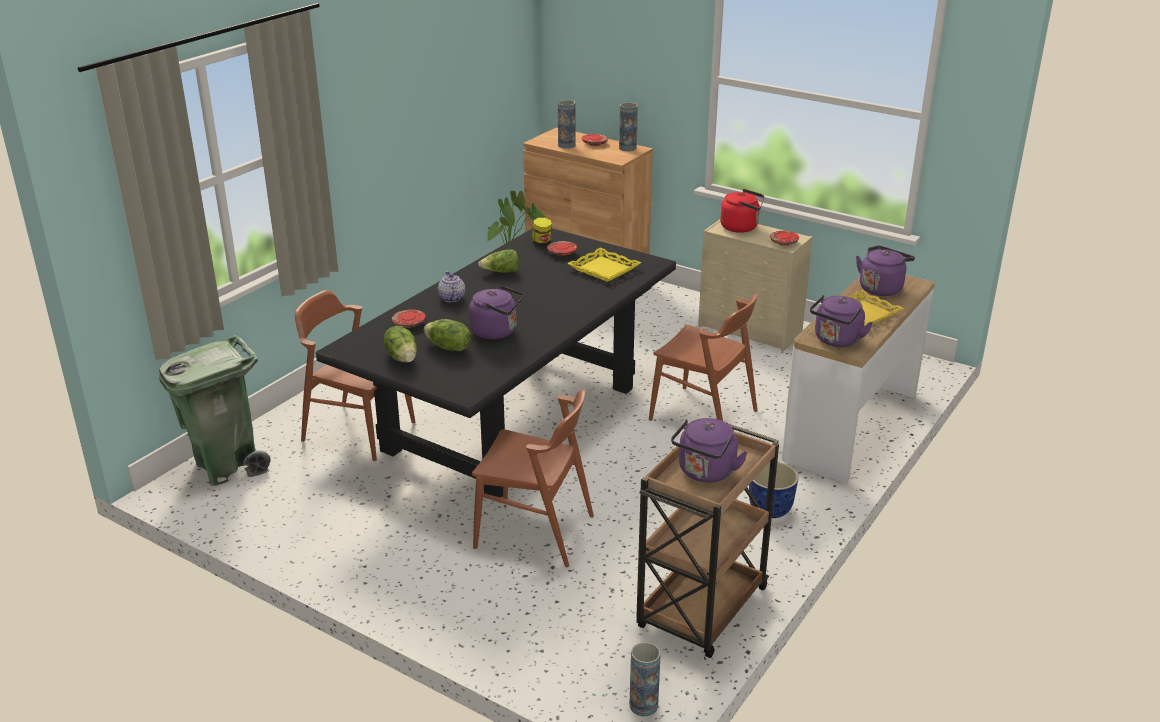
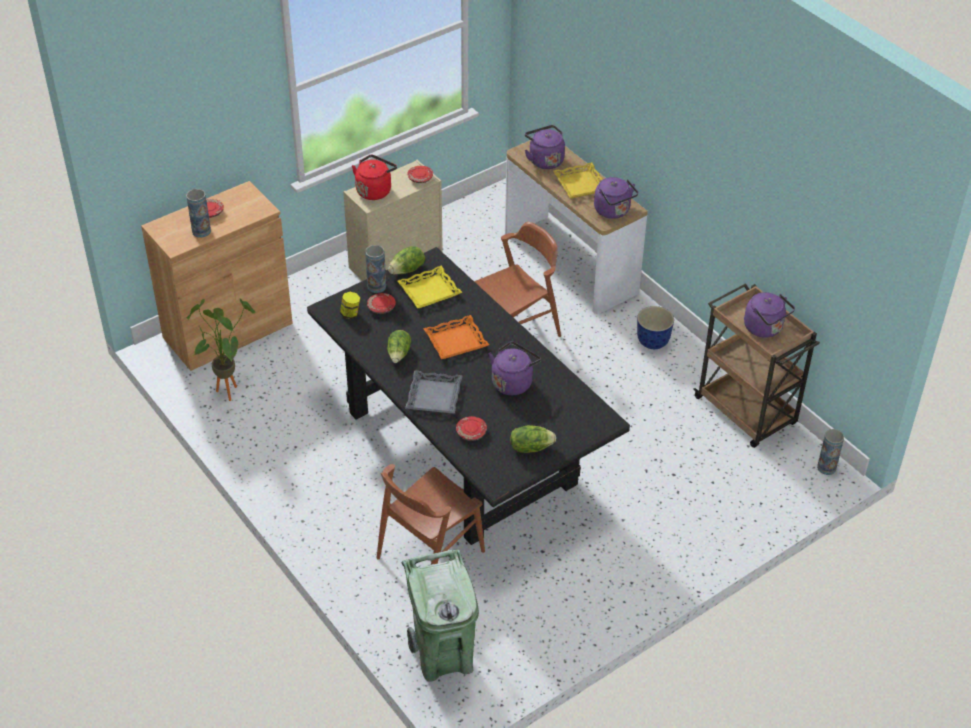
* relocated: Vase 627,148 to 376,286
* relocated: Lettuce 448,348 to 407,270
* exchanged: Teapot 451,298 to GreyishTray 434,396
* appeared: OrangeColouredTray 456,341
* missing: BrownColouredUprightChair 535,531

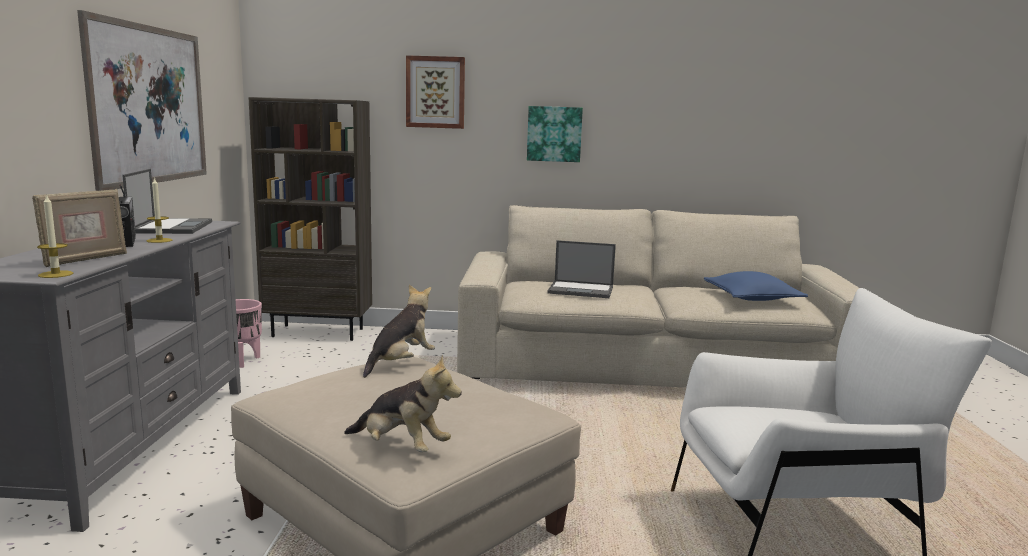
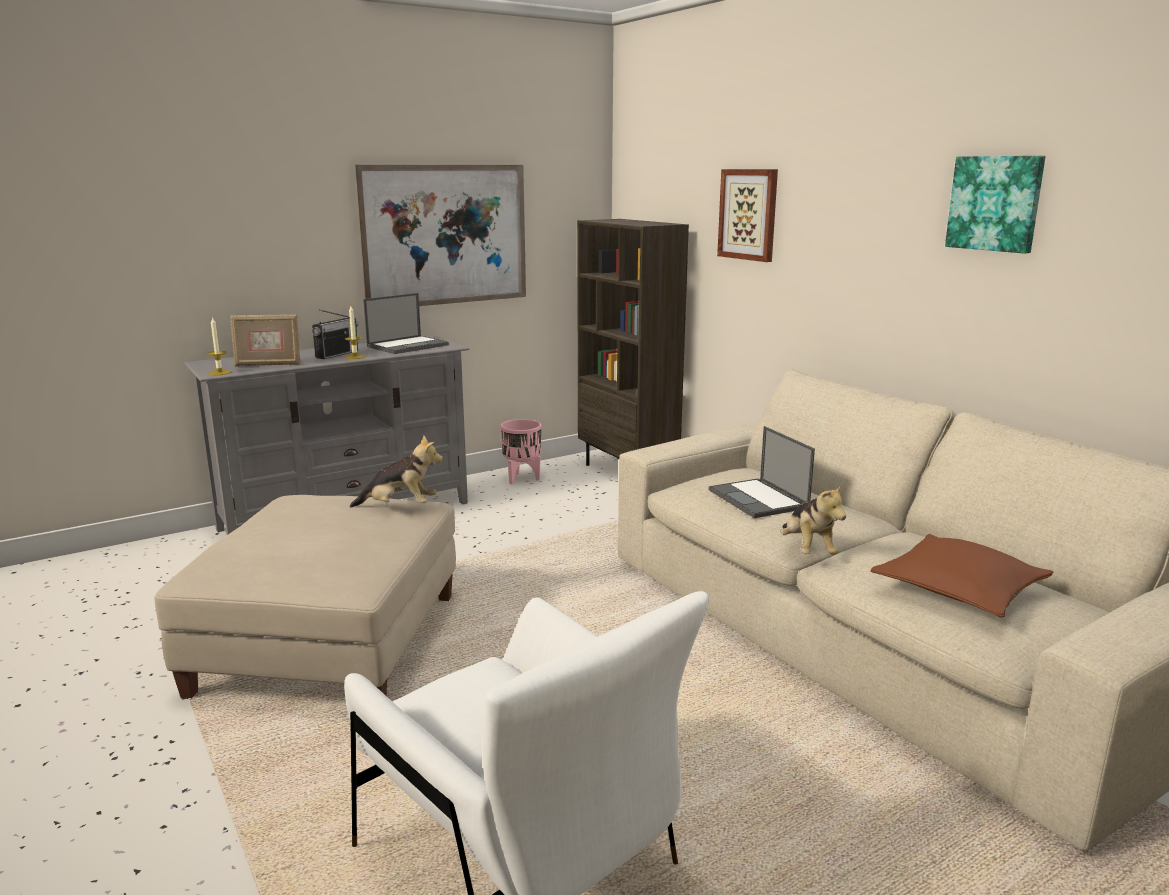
* relocated: SoftToy 401,447 to 807,549
* colour: BluePillow 752,298 to BrownColouredPillow 959,590
* relocated: Picture 554,134 to 995,203

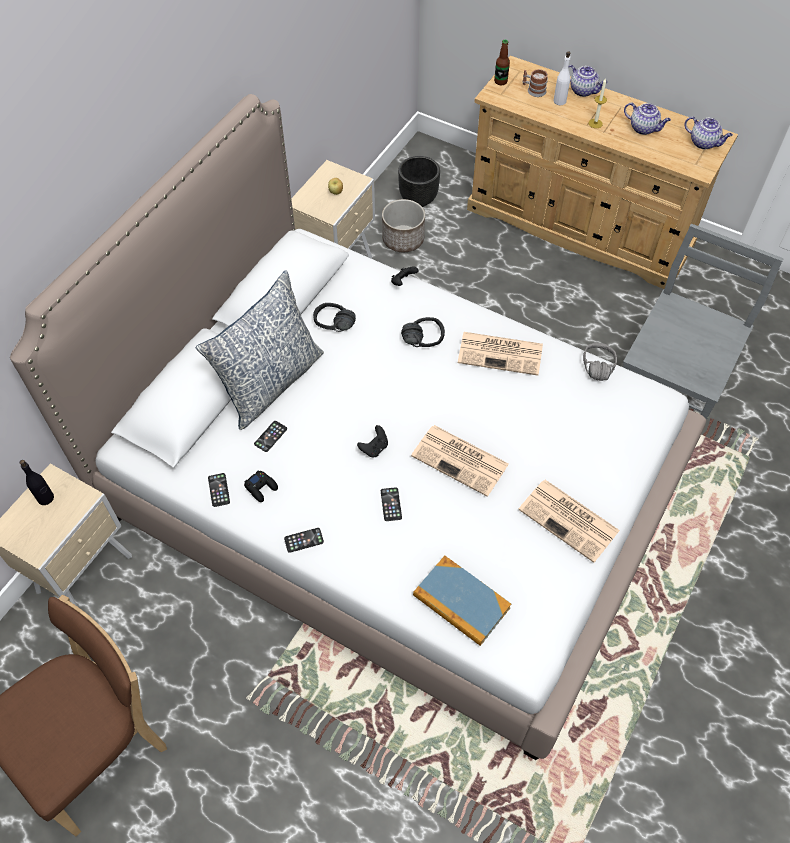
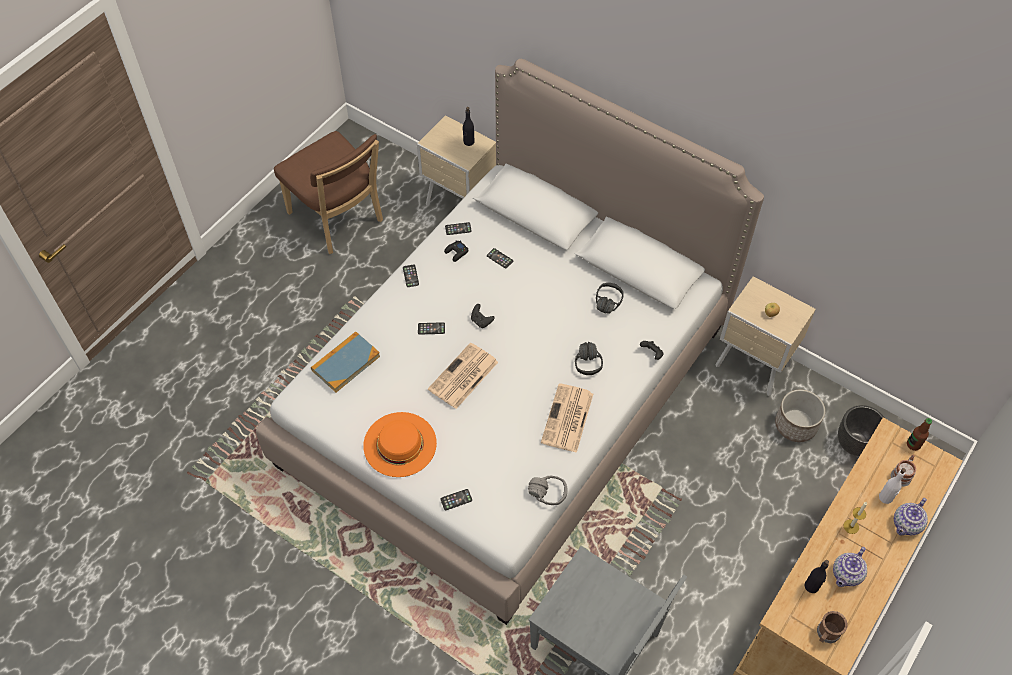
* exchanged: DailyPaper 570,520 to OrangeColouredClothingHat 399,444
* appeared: Handset 456,499
* appeared: BlackishDrinkBottle 812,586
* exchanged: Teapot 704,143 to BrownColouredCoffeeMug 826,634
* missing: Pillow 270,382

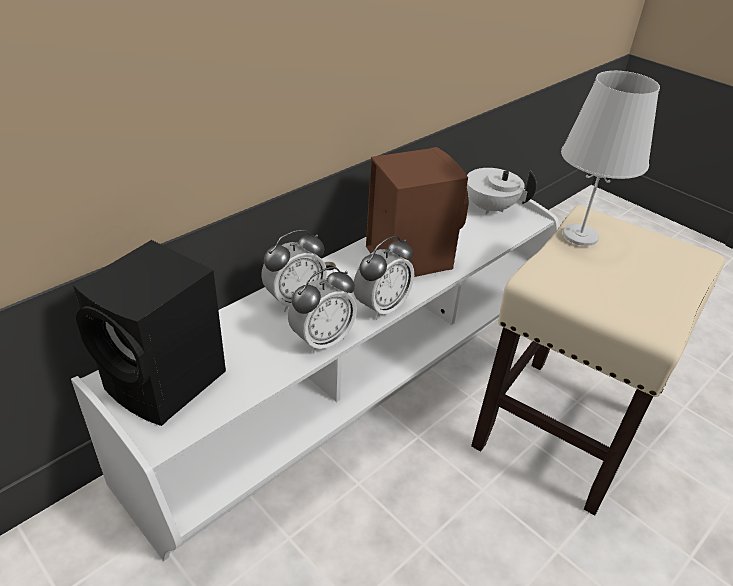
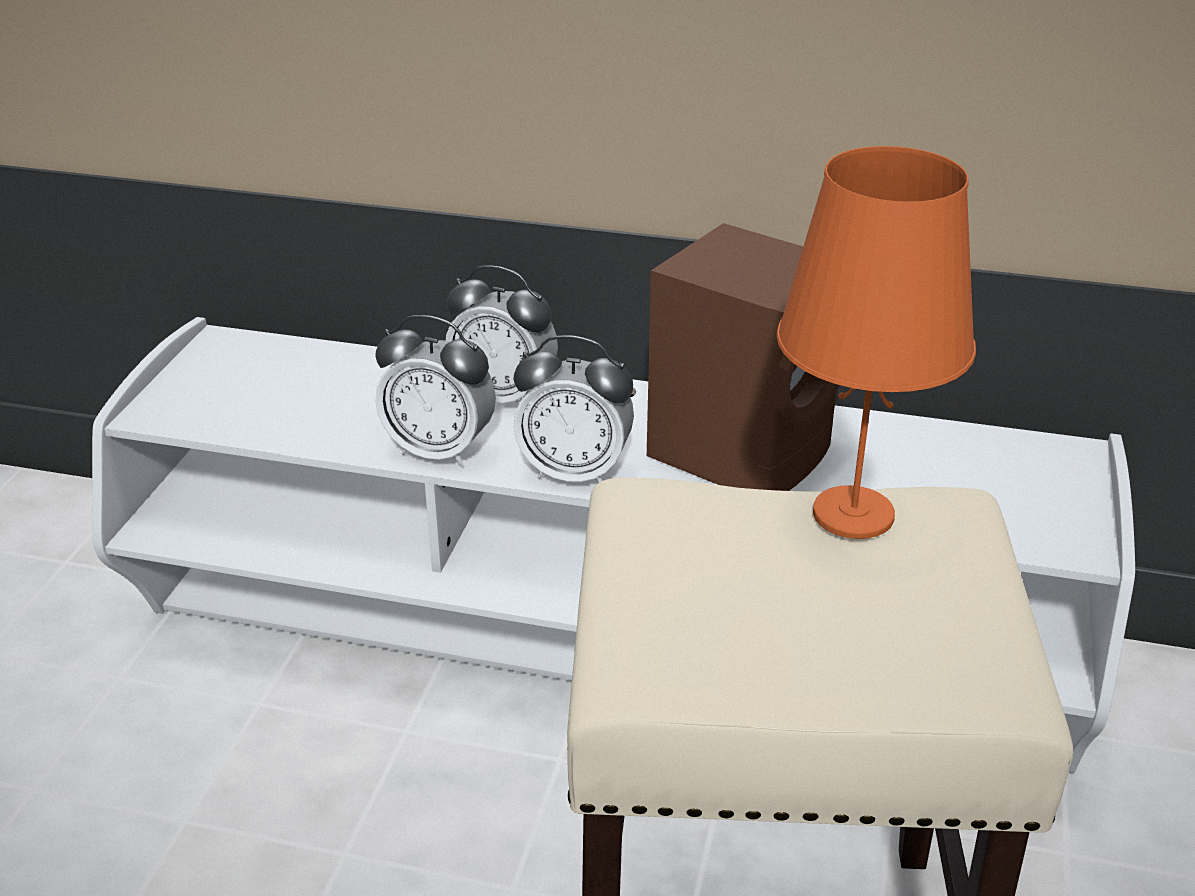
* colour: WhiteTableLamp 581,236 to OrangeColouredTableLamp 853,515
* missing: BlackishLoudspeaker 167,383
* missing: WhiteTeapot 489,207

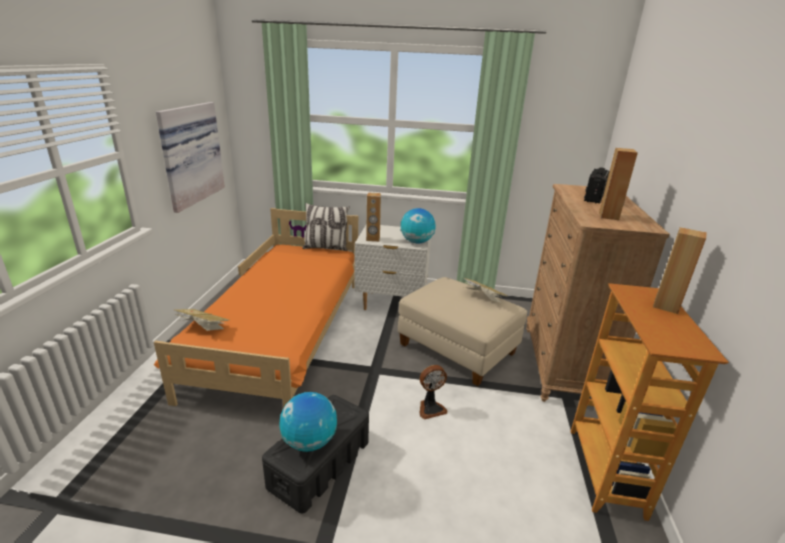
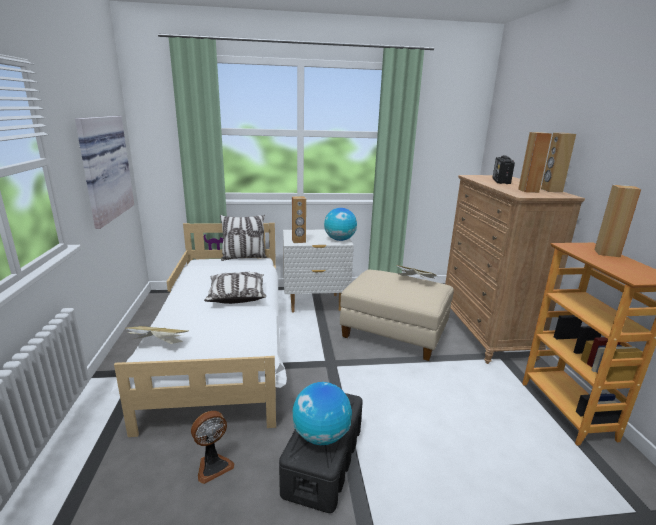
* colour: OrangeColouredBed 283,334 to WhiteBed 224,346
* relocated: Fan 430,408 to 213,465
* appeared: Pillow 236,296
* appeared: BrownColouredLoudspeaker 551,190

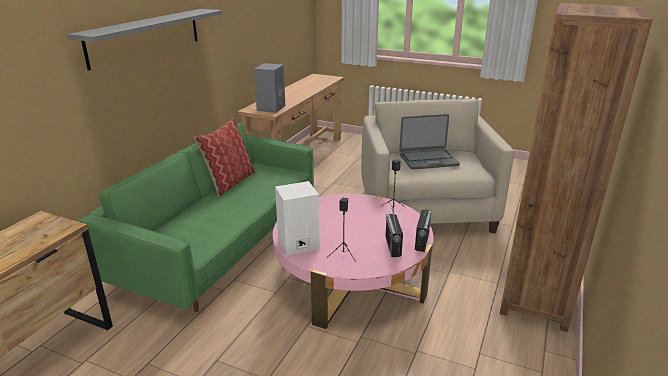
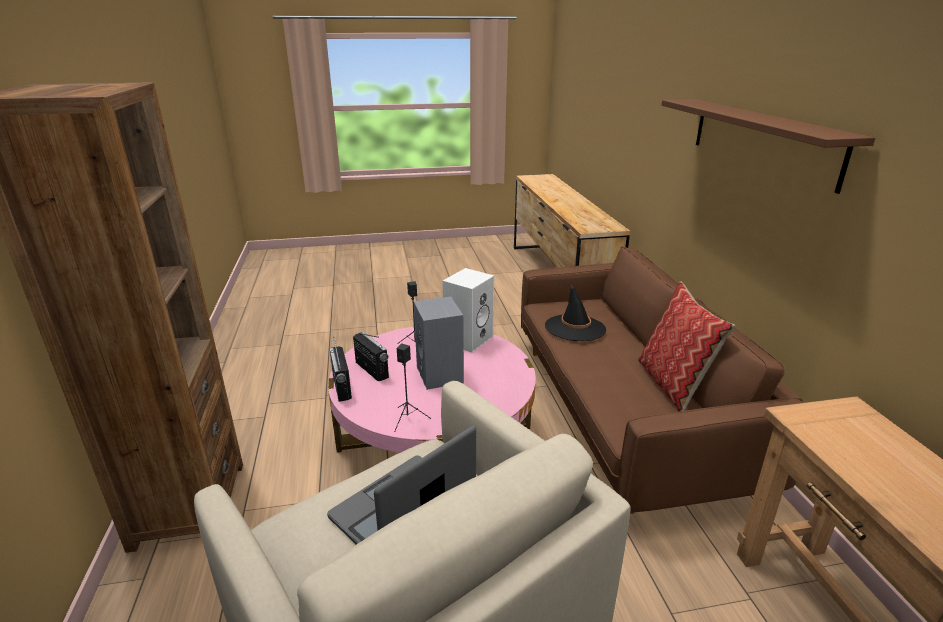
* relocated: GreyishLoudspeaker 271,108 to 441,375
* colour: GreenColouredSofa 220,244 to BrownColouredSofa 624,411
* appeared: BlackishClothingHat 575,328
* colour: GreyishBracketShelf 146,36 to BrownColouredBracketShelf 761,140

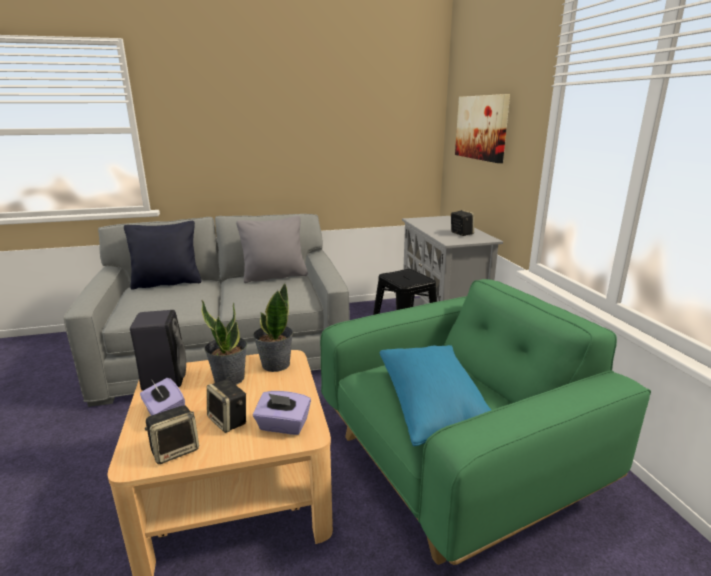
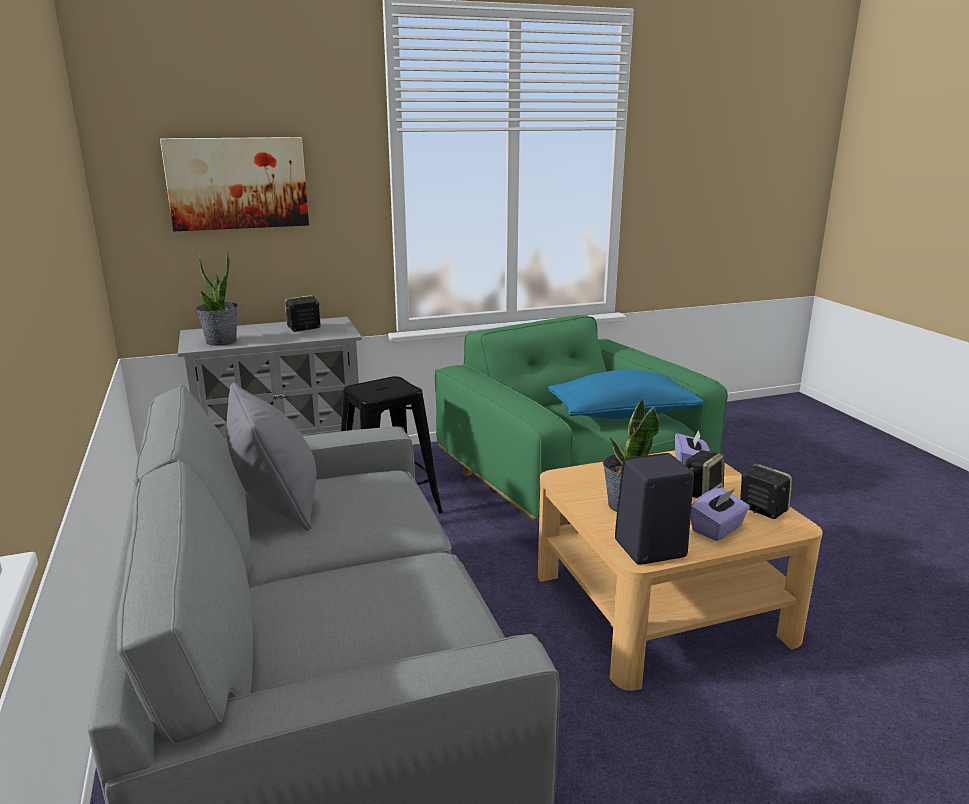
* relocated: Houseplant 275,364 to 221,341
* missing: BlackishPillow 167,283

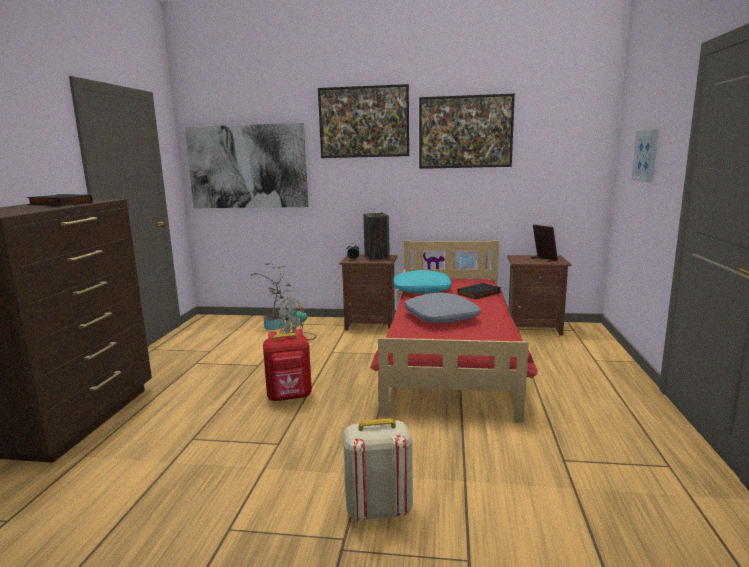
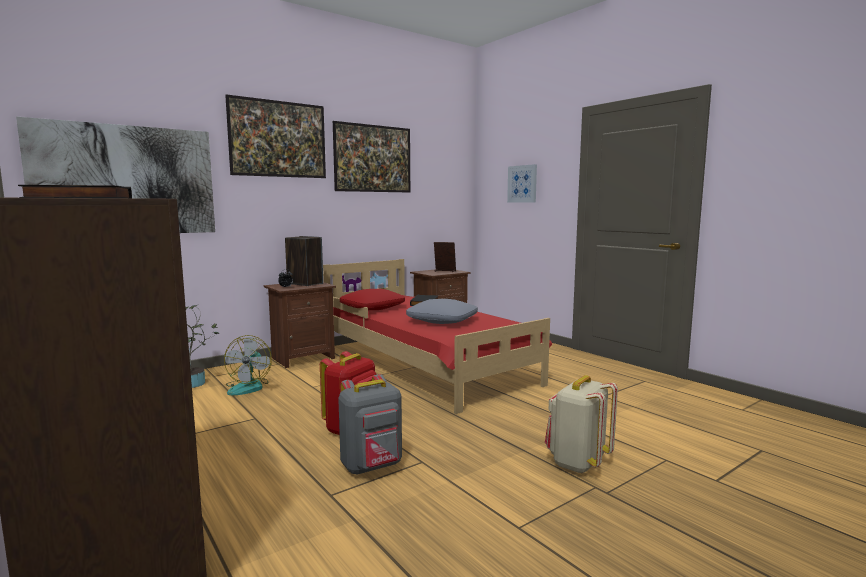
* appeared: GreyishBackpack 372,466
* colour: TurquoiseColouredPillow 422,289 to ReddishPillow 372,307

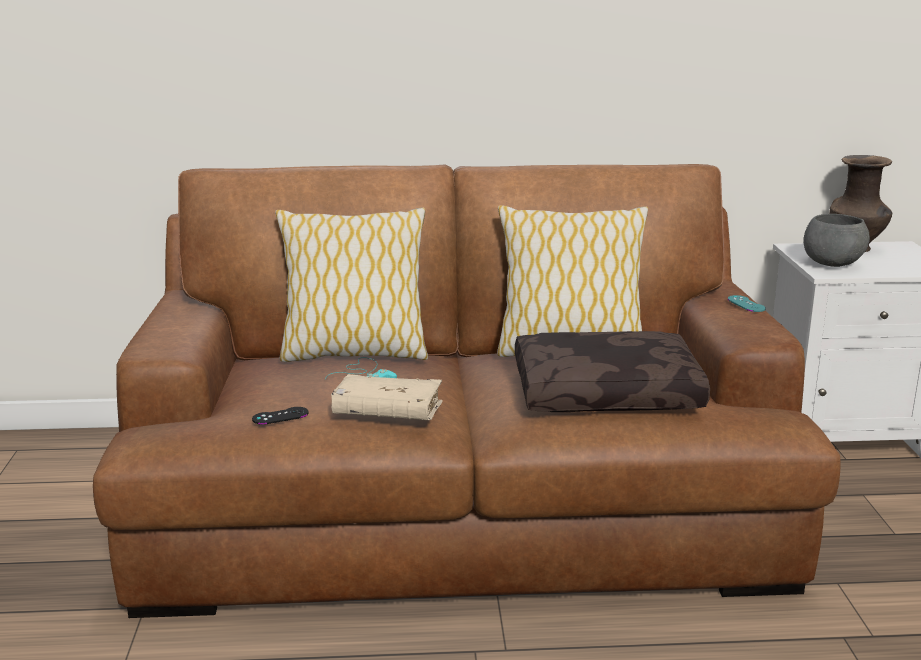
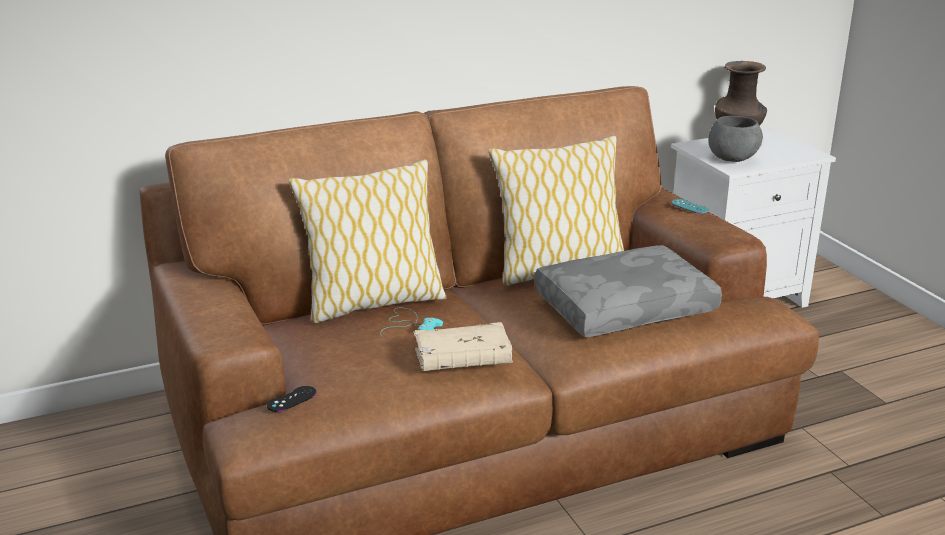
* relocated: BlackishGameController 280,416 to 291,399
* colour: BrownColouredPillow 607,392 to GreyishPillow 624,306

